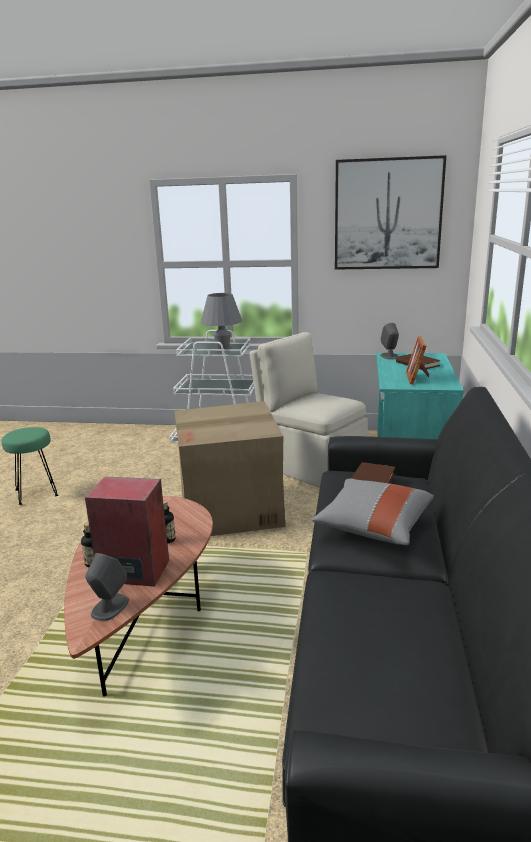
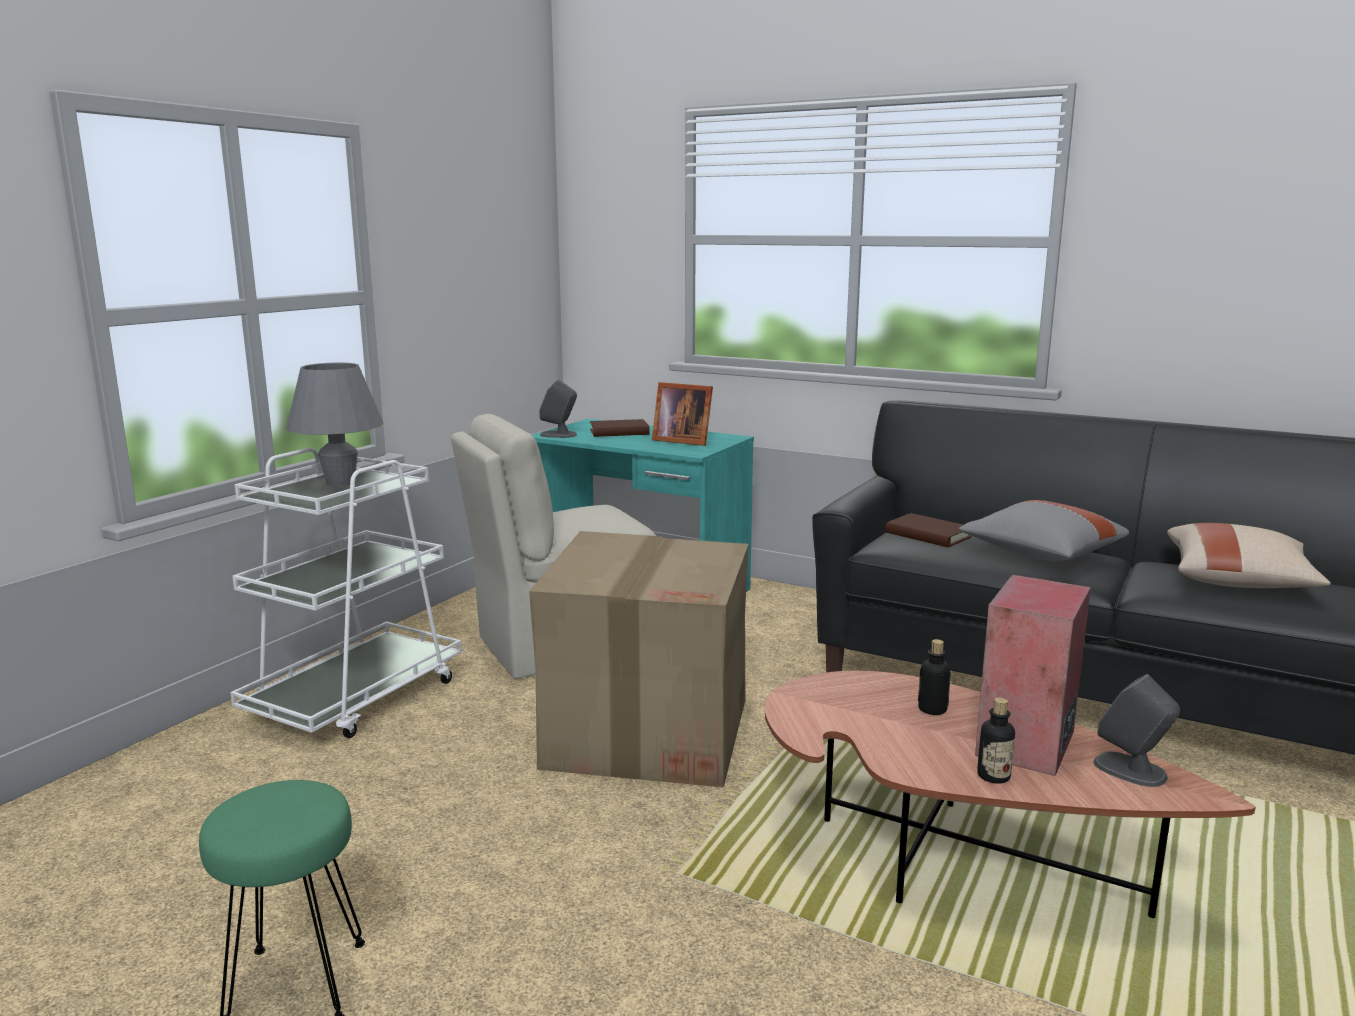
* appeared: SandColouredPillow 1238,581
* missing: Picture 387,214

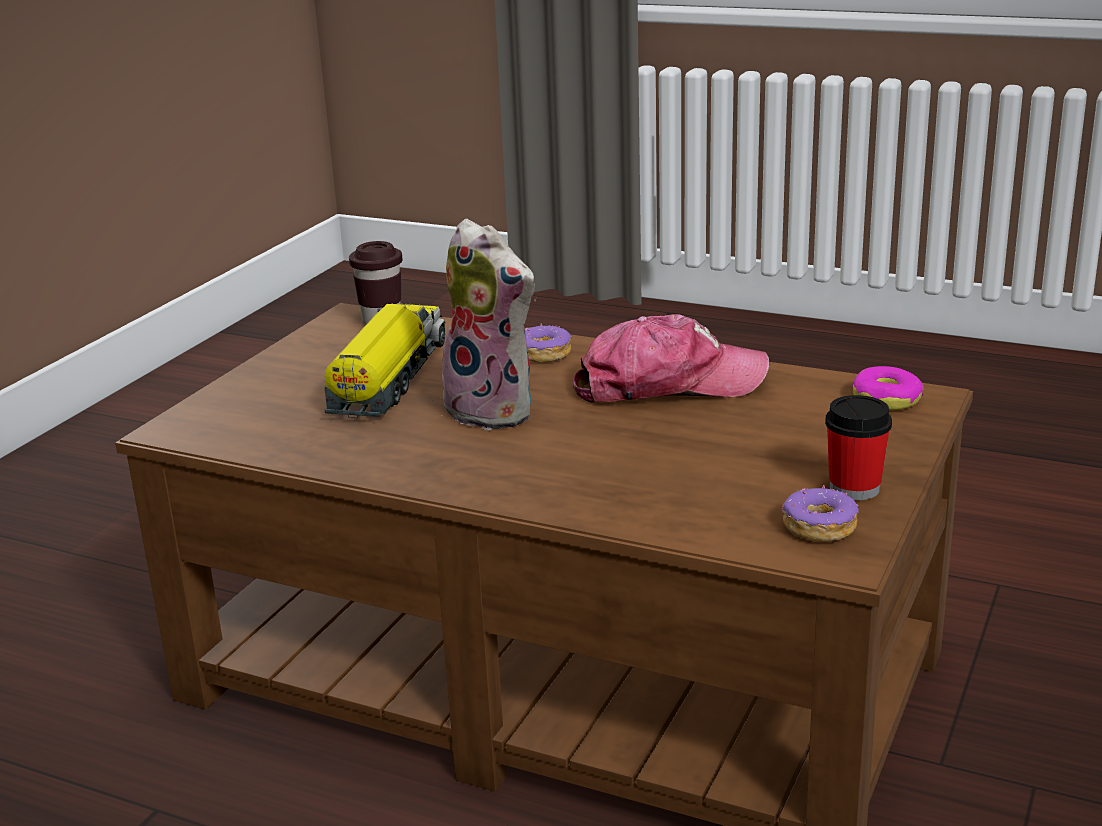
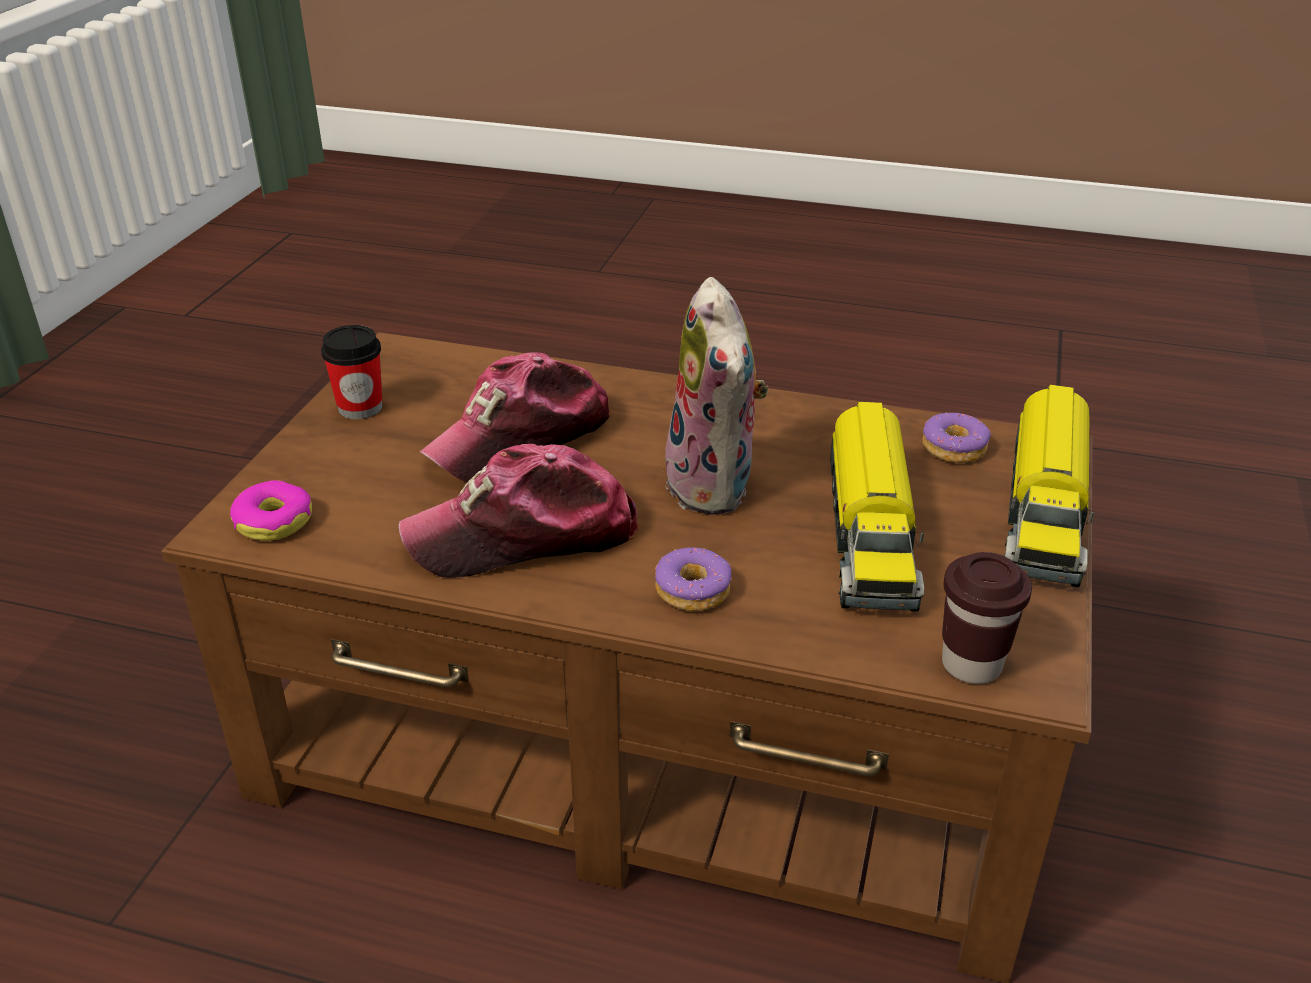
* appeared: Cap 521,439
* spun: SoftToy 496,410 = 716,486 135 degrees counterclockwise
* relocated: RingDoughnut 818,527 to 954,448
* appeared: ModelTruck 1044,510

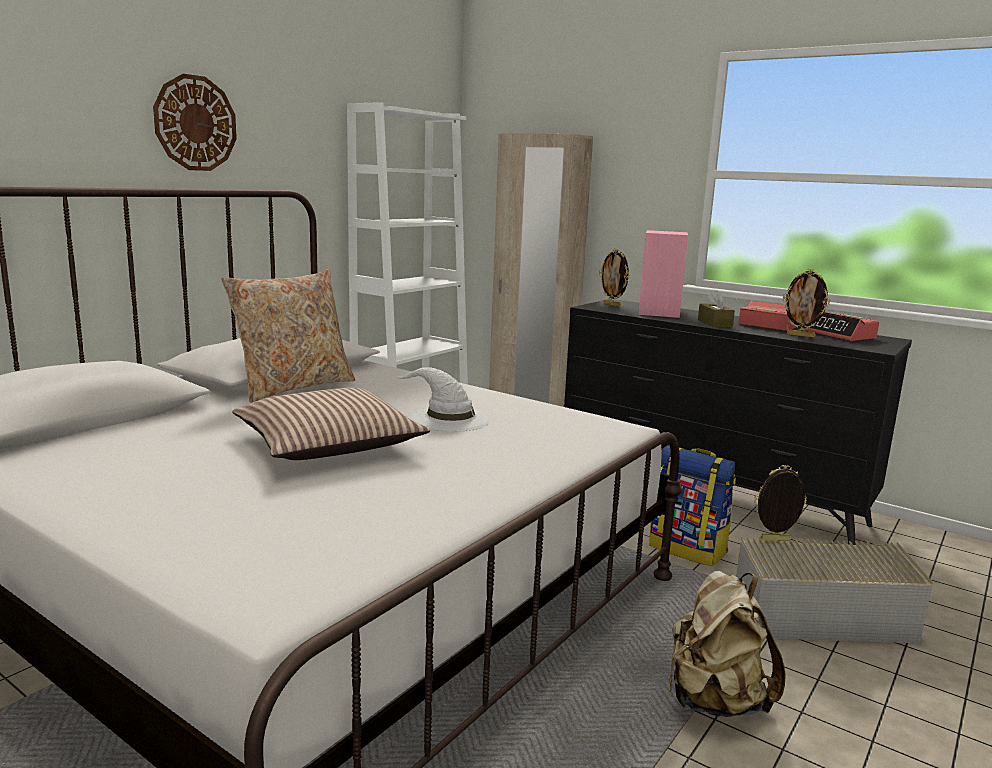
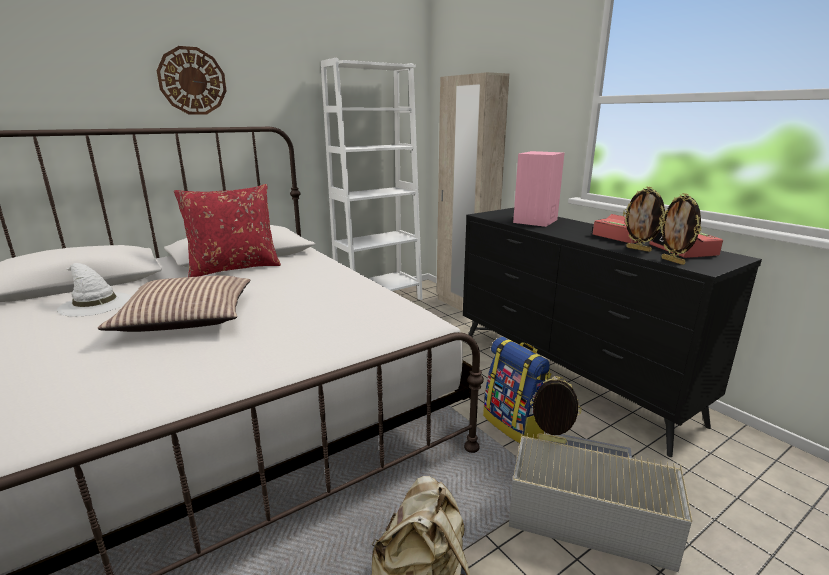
* relocated: WhiteClothingHat 449,418 to 94,303
* colour: SandColouredPillow 293,387 to ReddishPillow 234,268
* relocated: PictureFrame 612,305 to 673,261
* missing: BrownColouredTissueHolder 714,323

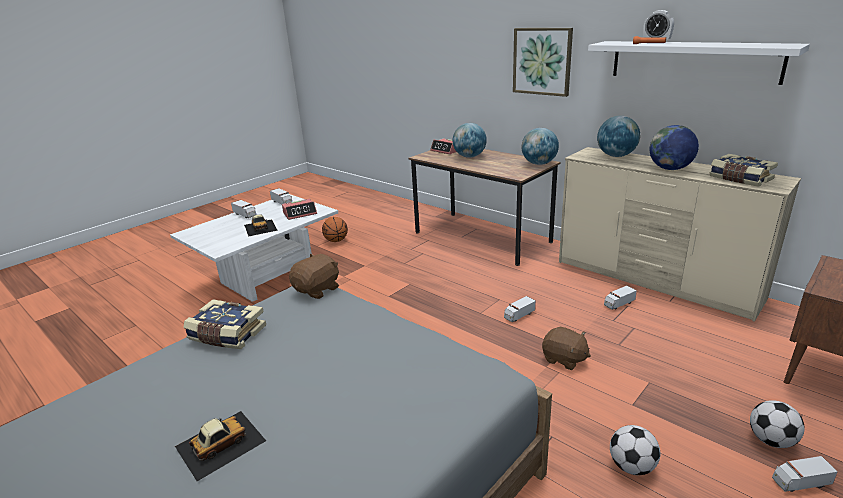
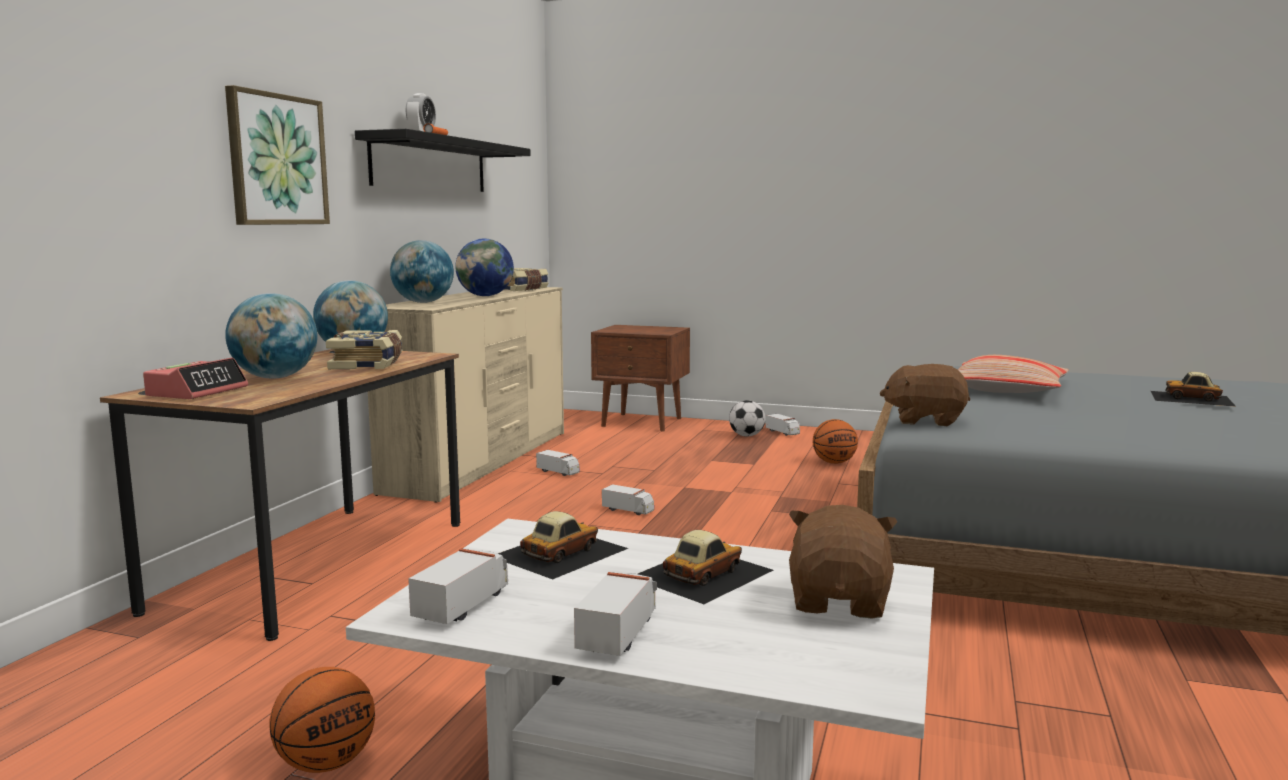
* relocated: Volume 227,335 to 368,364
* colour: WhiteBracketShelf 693,61 to BlackishBracketShelf 430,165
* exchanged: AlarmClock 300,213 to ModelCar 559,552
* relocated: BrownColouredSoftToy 564,359 to 840,601
* exchanged: BallForFootball 631,466 to BallForBasketball 834,462
* appeared: Pillow 1006,390

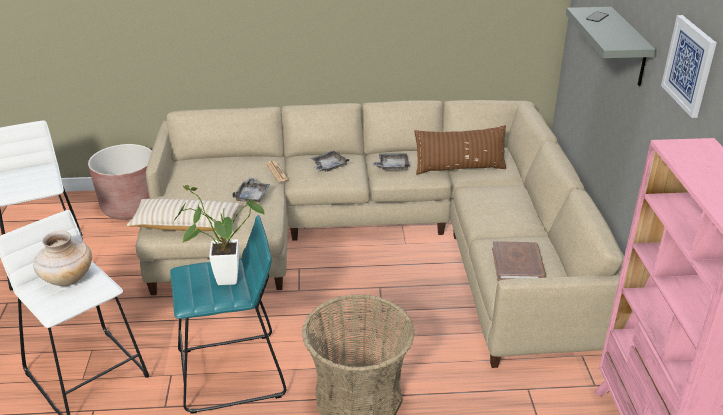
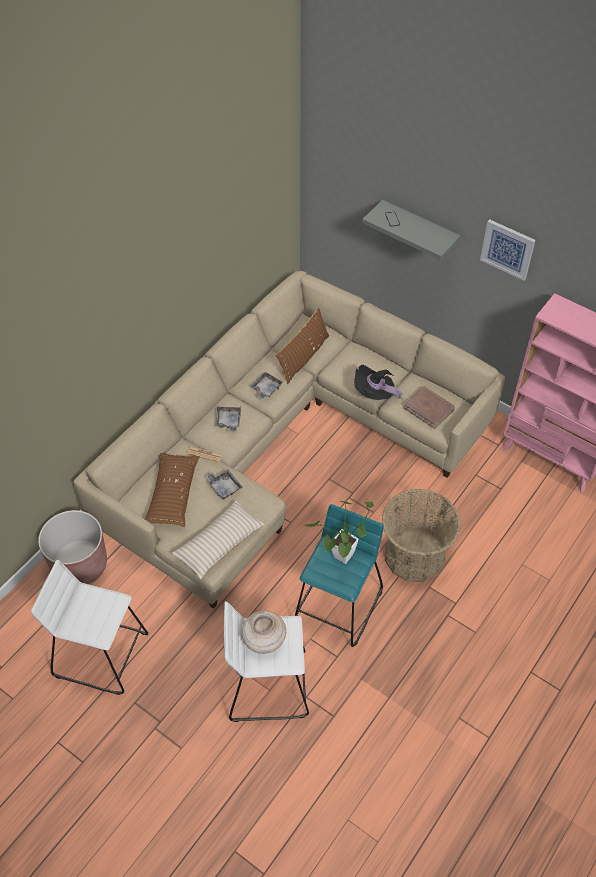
* appeared: BrownColouredPillow 173,494
* appeared: BlackishClothingHat 374,394

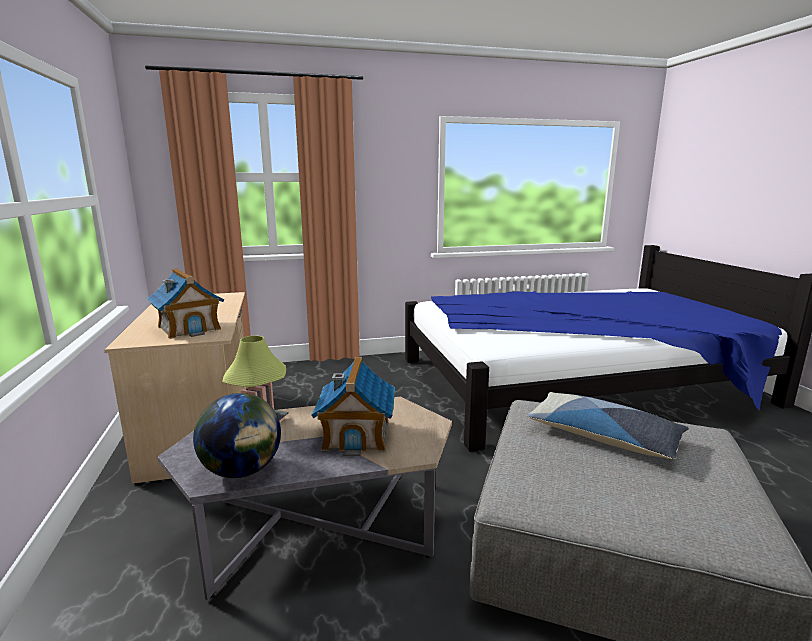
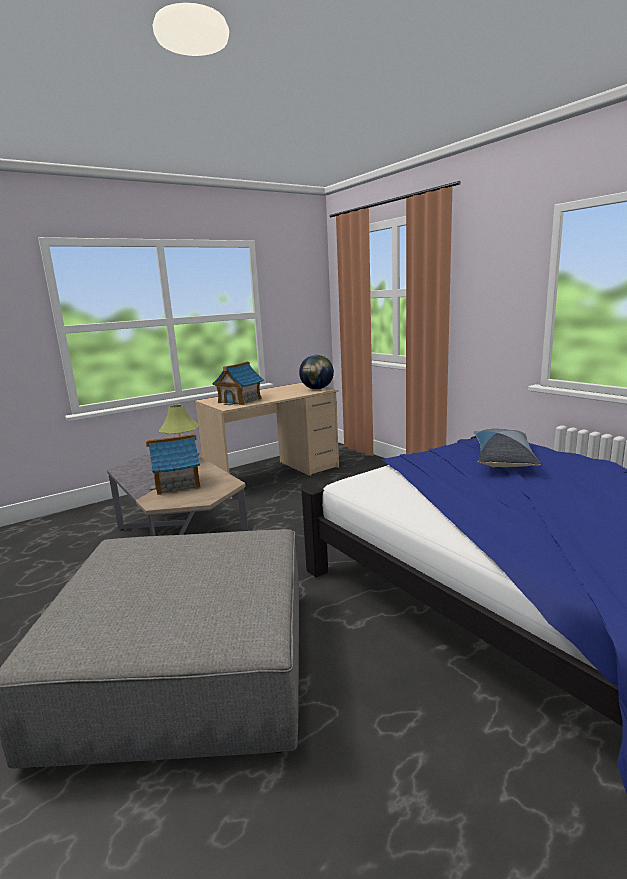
* relocated: DeskGlobe 242,470 to 317,389
* relocated: Pillow 603,436 to 502,458

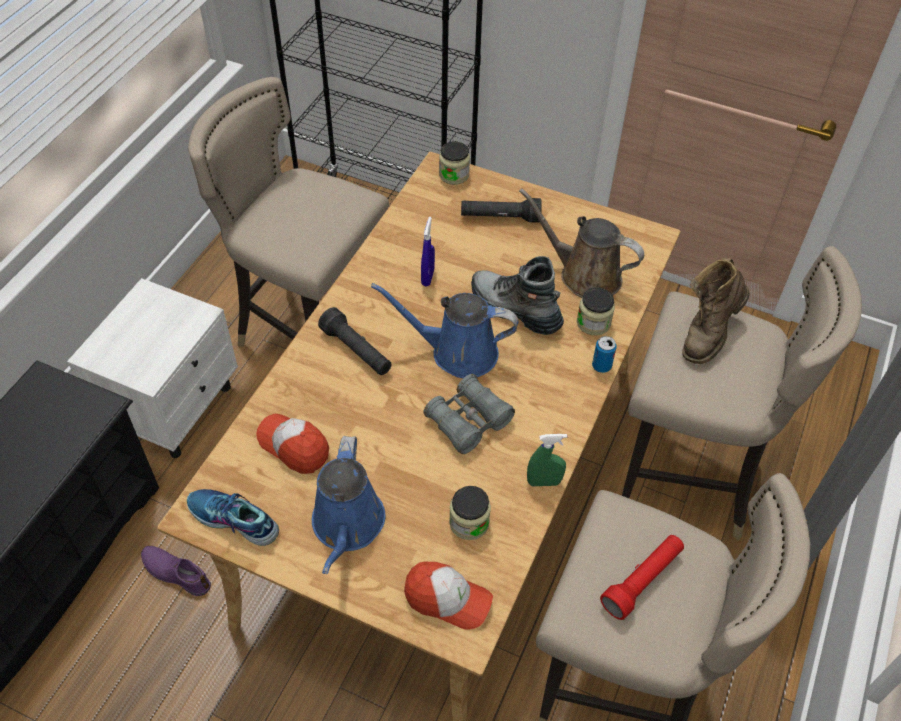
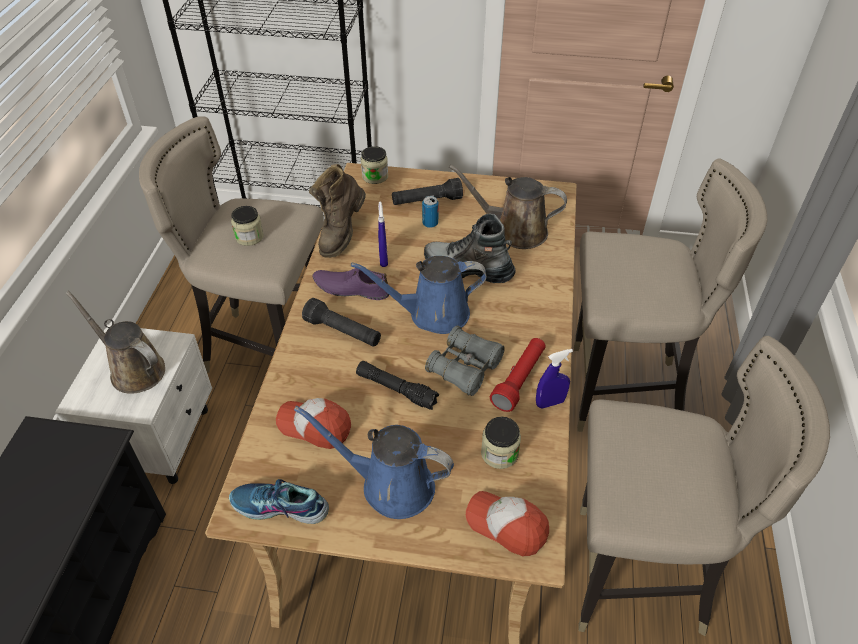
* appeared: BrownColouredSprinklingCan 133,369
* relocated: Jar 593,323 to 249,237
* spun: BlueSprinklingCan 347,526 = 390,485 120 degrees clockwise
* relocated: BrownColouredBoot 708,333 to 341,234
* relocated: PurpleLowShoe 176,572 to 351,288
* appeared: BlackishHandTorch 396,390
* relocated: MetalCan 601,366 to 430,223
* spun: Cap 447,599 = 507,525 150 degrees counterclockwise
* relocated: ReddishHandTorch 642,580 to 519,380
* colour: GreenColouredHandSprayer 544,482 to BlueHandSprayer 550,403

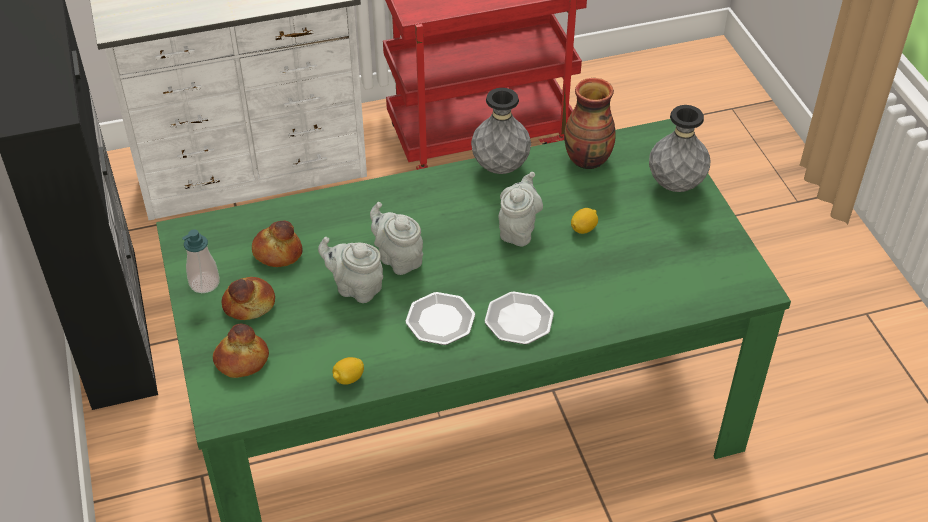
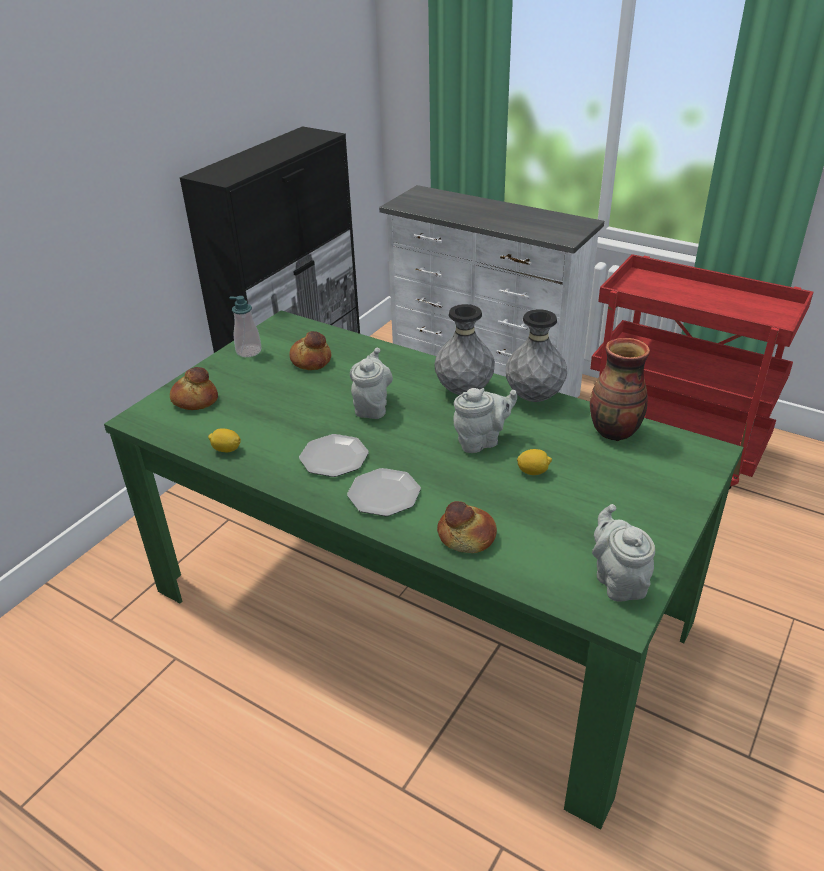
* relocated: GreyishVase 675,185 to 464,391
* relocated: Bread 249,305 to 466,537
* relocated: GreyishTeapot 356,288 to 618,581

